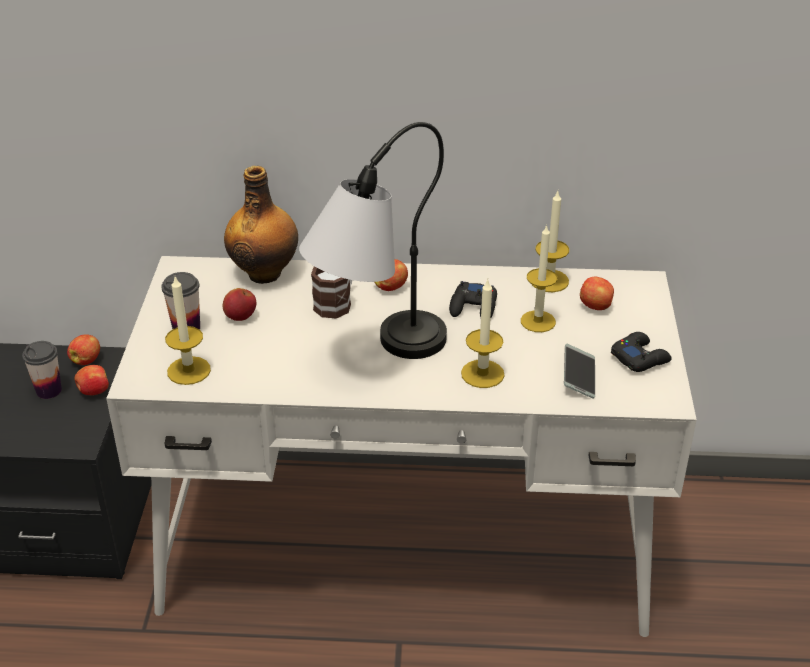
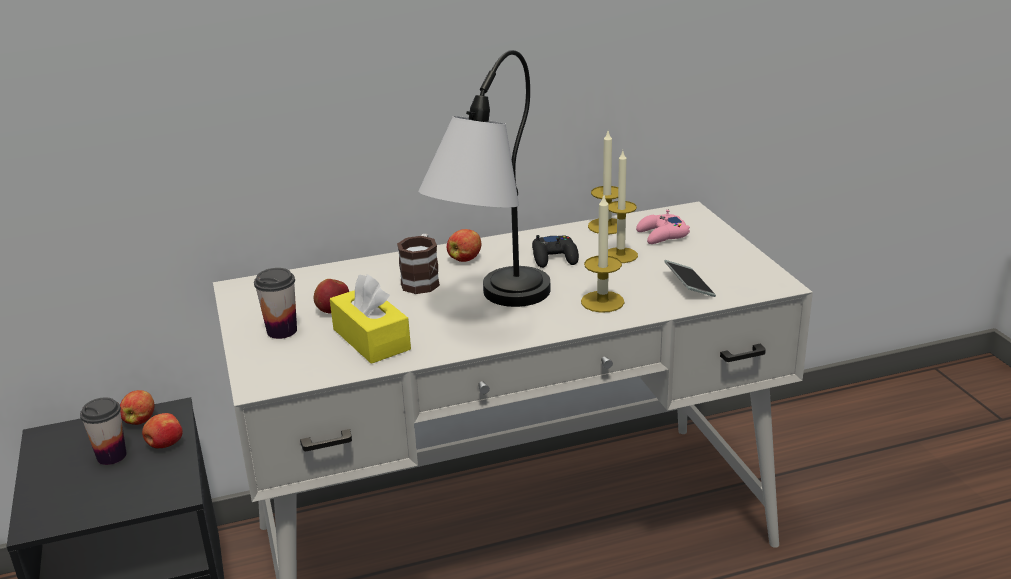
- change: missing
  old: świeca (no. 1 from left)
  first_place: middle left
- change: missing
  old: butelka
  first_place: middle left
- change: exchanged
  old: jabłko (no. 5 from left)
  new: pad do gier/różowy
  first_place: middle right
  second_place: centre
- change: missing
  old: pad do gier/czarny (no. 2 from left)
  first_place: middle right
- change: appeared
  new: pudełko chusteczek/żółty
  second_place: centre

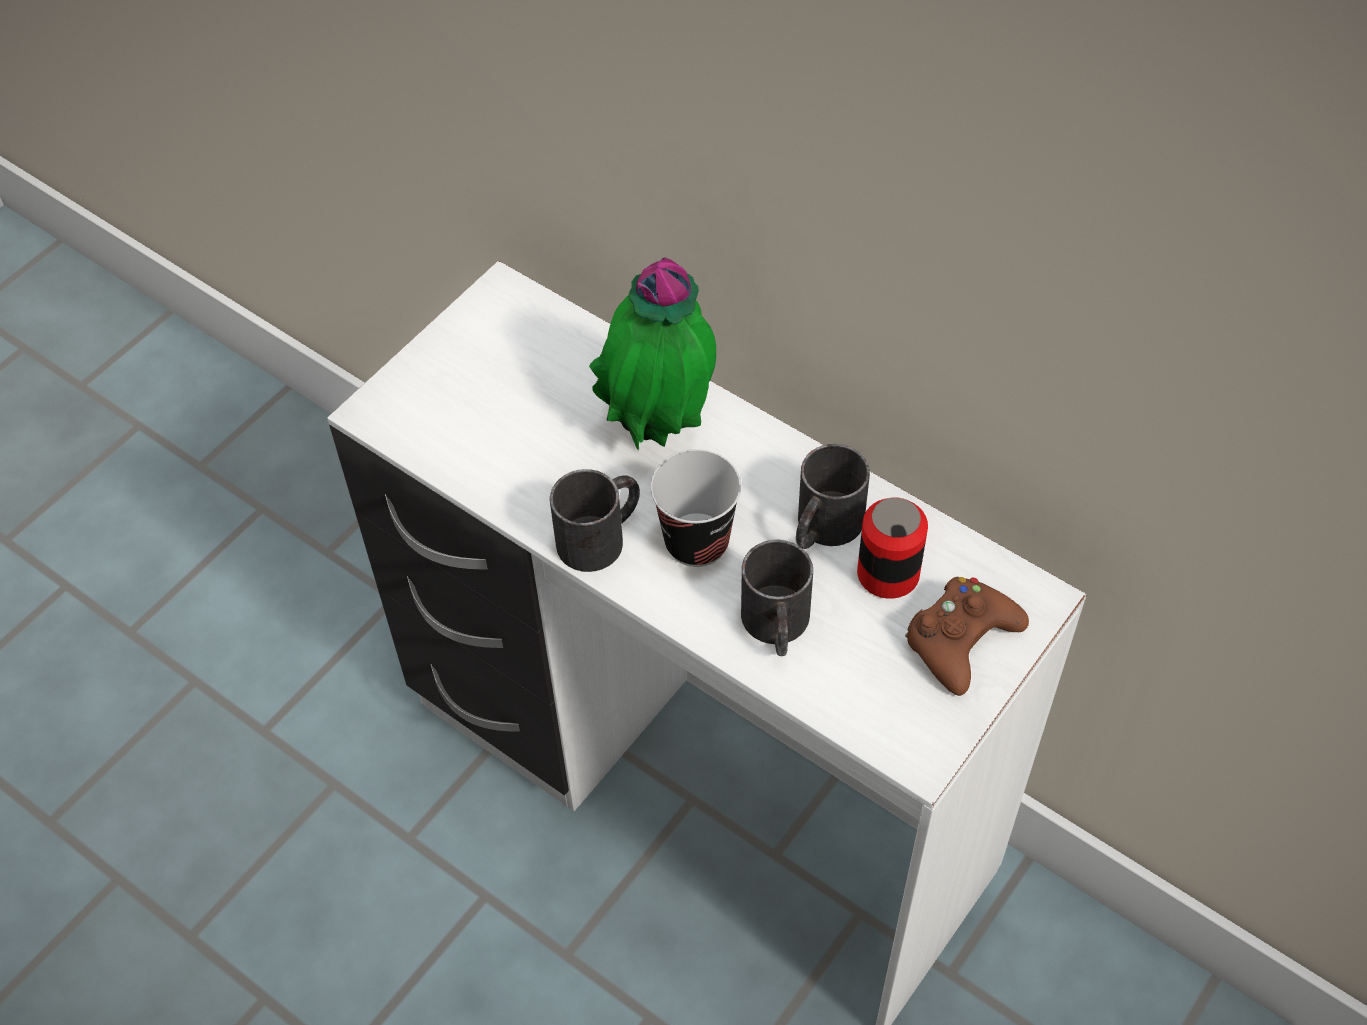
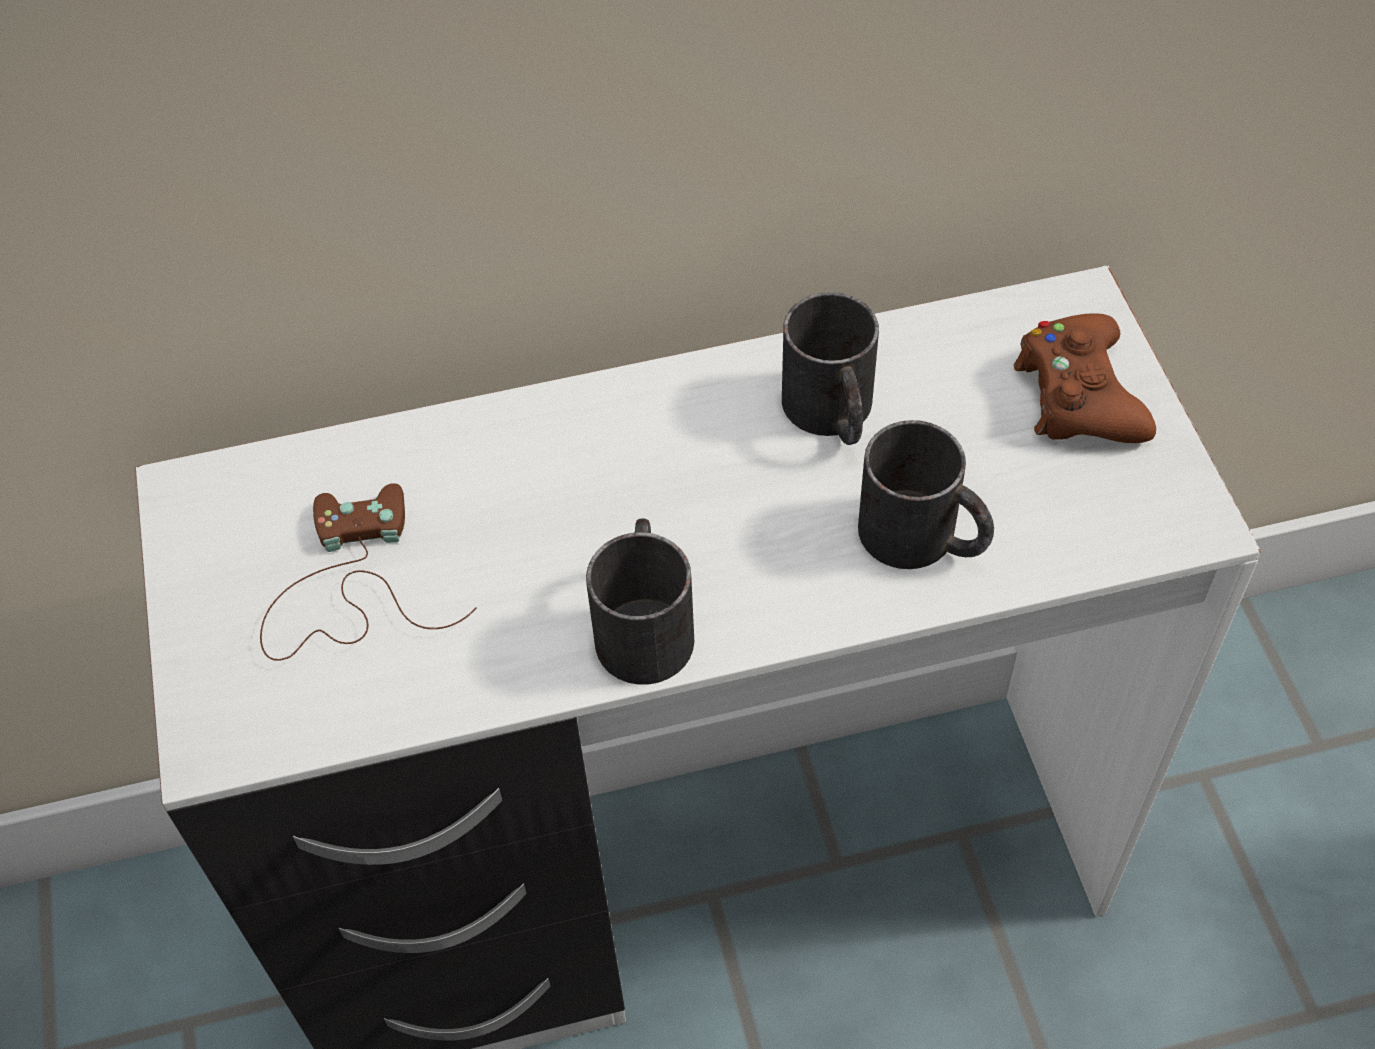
- change: missing
  old: roślina doniczkowa
  first_place: centre
- change: missing
  old: filiżanka
  first_place: centre
- change: missing
  old: puszka
  first_place: centre
- change: appeared
  new: pad do gier/brązowy (no. 1 from left)
  second_place: middle left

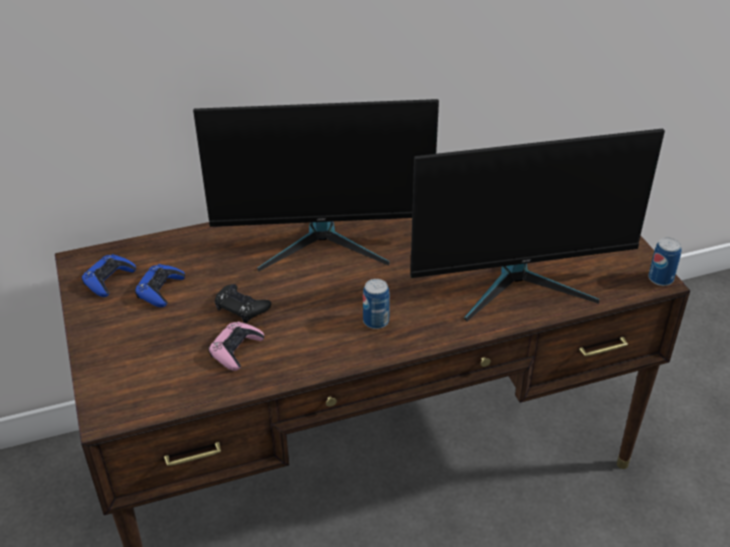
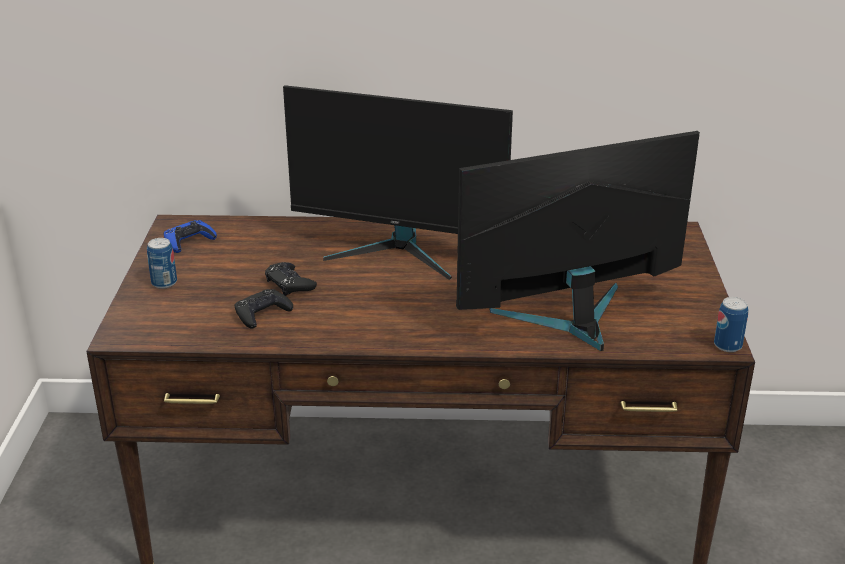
- change: missing
  old: pad do gier/niebieski (no. 2 from left)
  first_place: middle left
- change: colour
  old: pad do gier/różowy
  new: pad do gier/czarny (no. 1 from left)
  first_place: middle left
  second_place: middle left
- change: relocated
  old: puszka (no. 1 from left)
  first_place: centre
  second_place: middle left
- change: spun
  old: monitor (no. 2 from left)
  first_place: middle right
  second_place: middle right
  degrees: 150

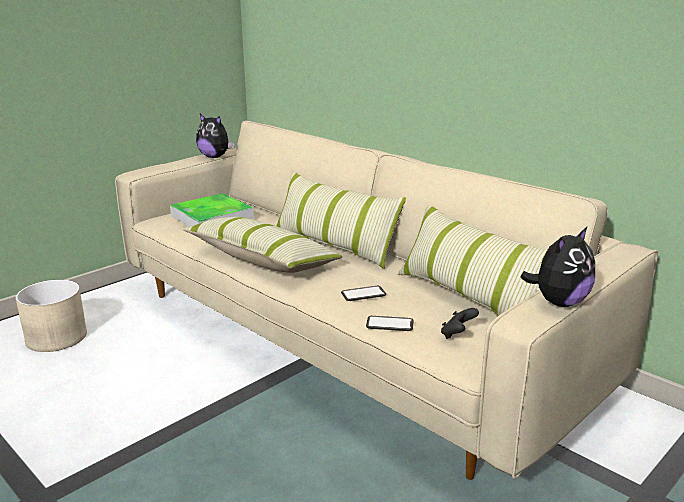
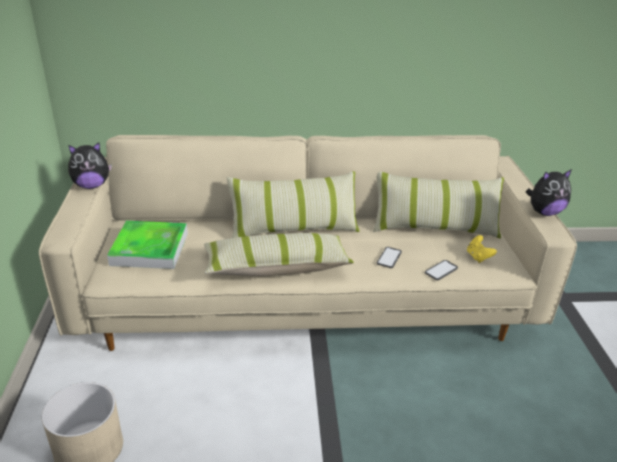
- change: colour
  old: pad do gier/czarny
  new: pad do gier/żółty
  first_place: middle right
  second_place: middle right
- change: spun
  old: pluszak (no. 2 from left)
  first_place: middle right
  second_place: middle right
  degrees: 75

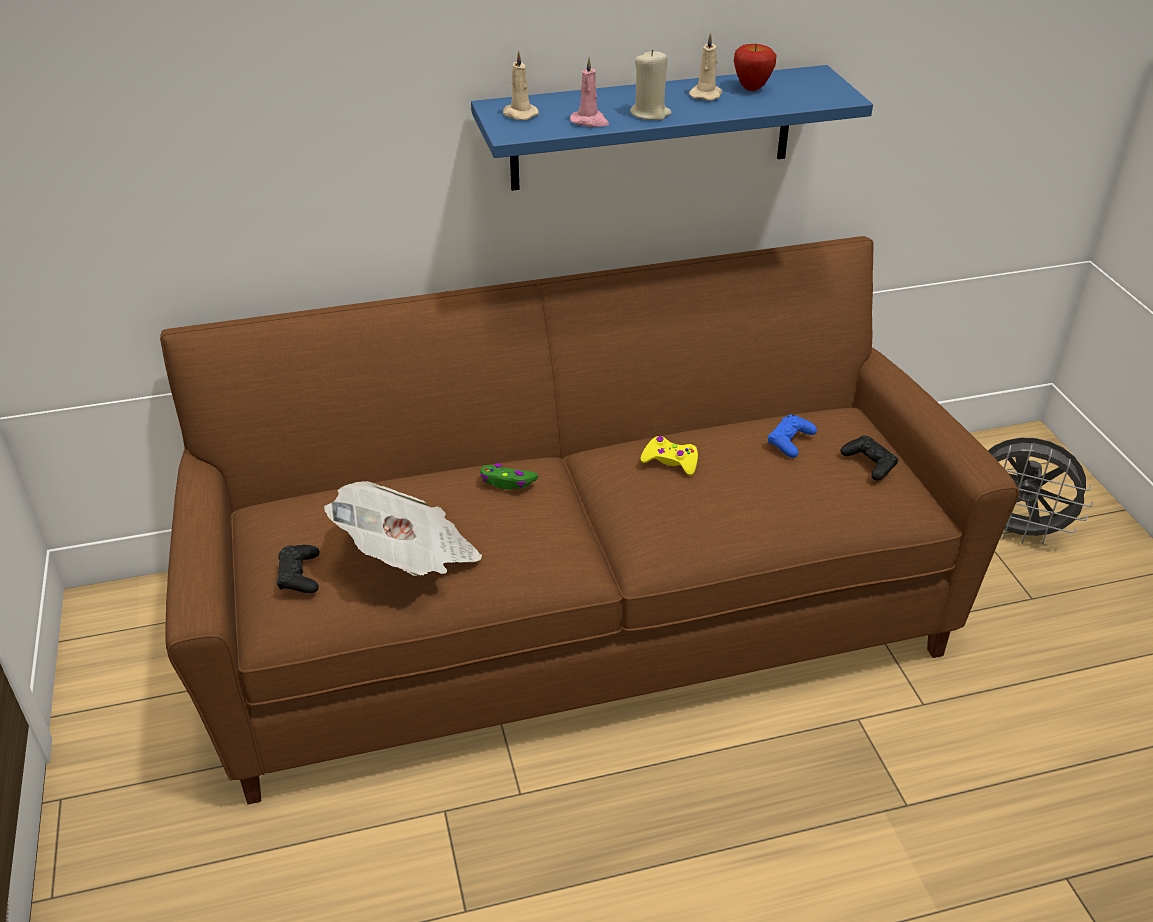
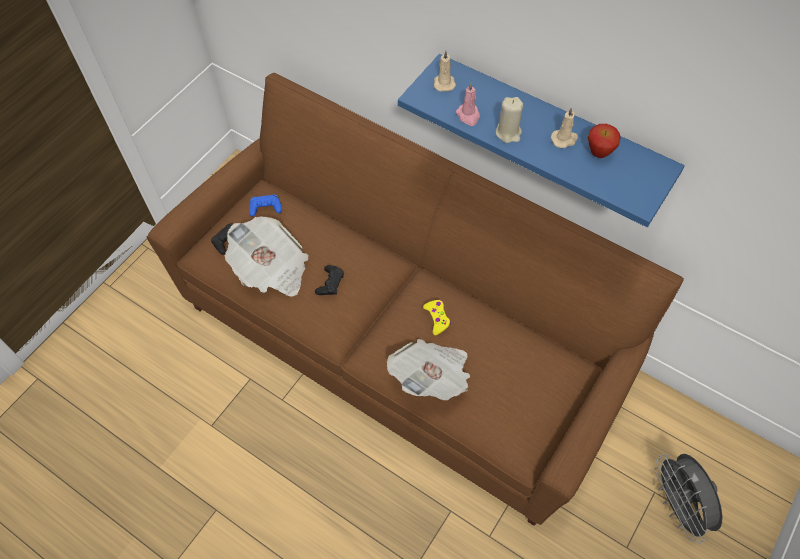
- change: missing
  old: pad do gier/zielony
  first_place: centre
- change: relocated
  old: pad do gier/niebieski
  first_place: middle right
  second_place: middle left
- change: relocated
  old: pad do gier/czarny (no. 2 from left)
  first_place: middle right
  second_place: centre
- change: appeared
  new: gazeta (no. 2 from left)
  second_place: centre

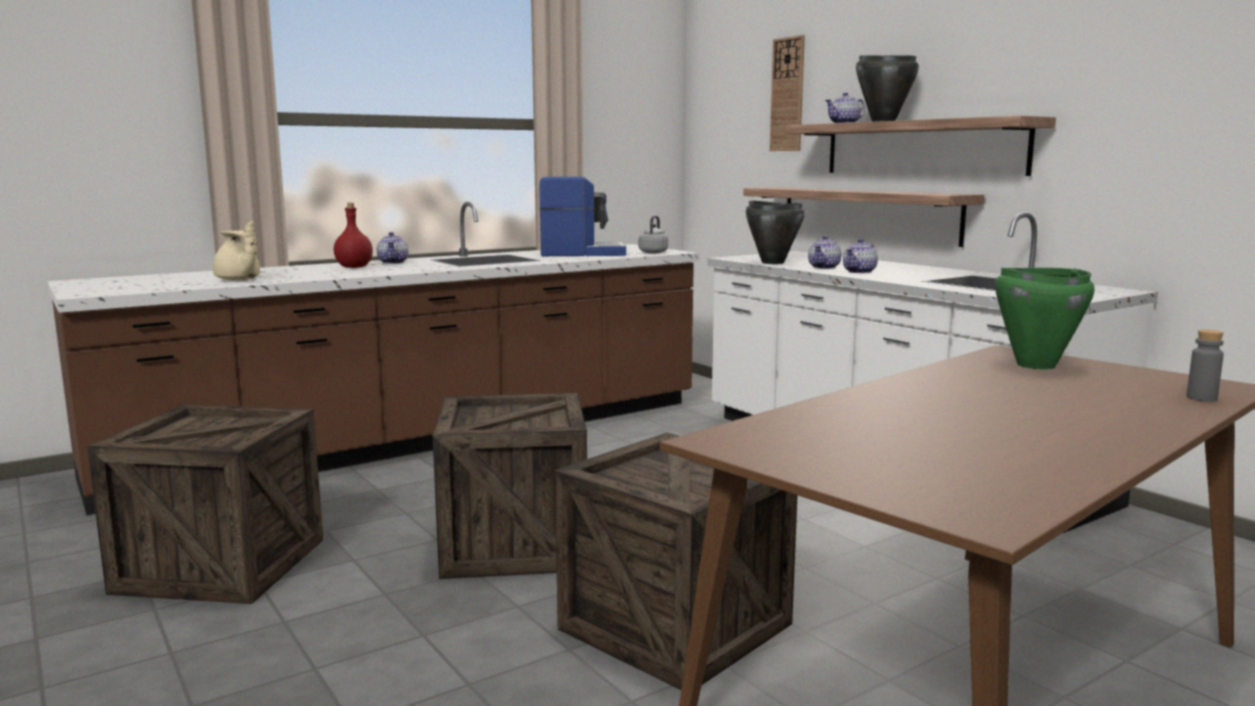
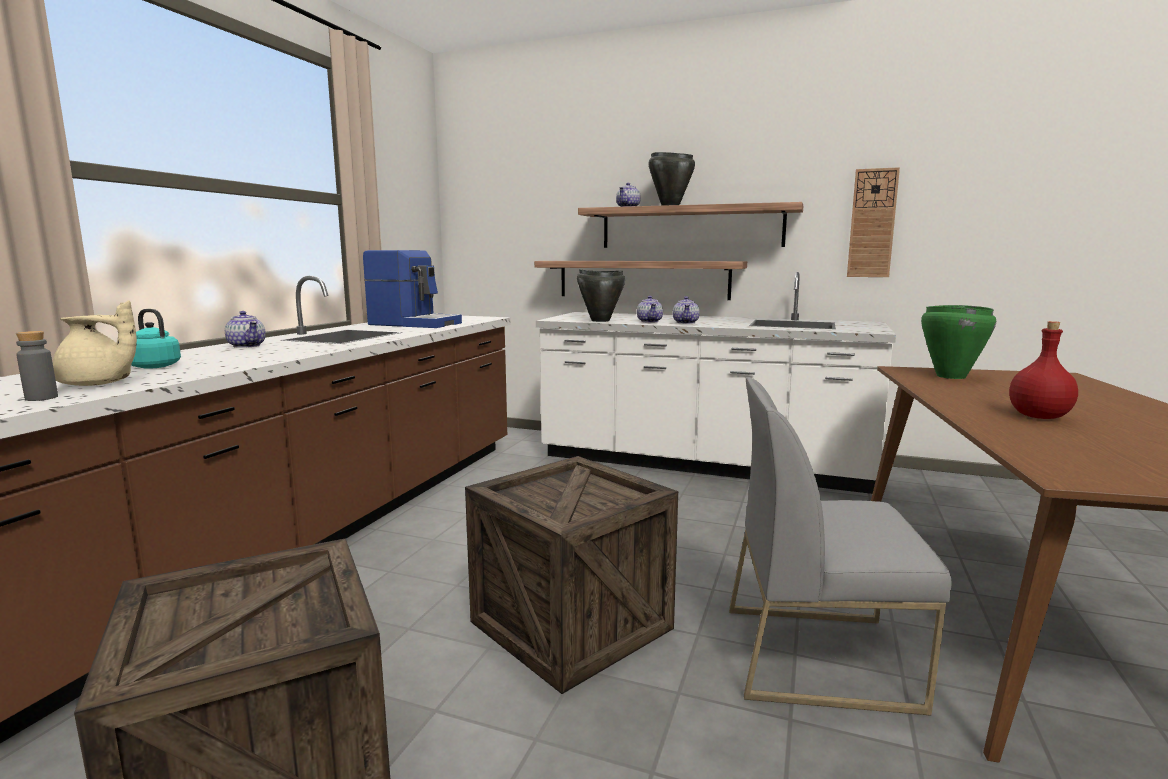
- change: relocated
  old: butelka/czerwony
  first_place: top left
  second_place: middle right
- change: spun
  old: ekspres do kawy
  first_place: top centre
  second_place: centre
  degrees: 60
- change: exchanged
  old: skrzynka (no. 3 from left)
  new: krzesło/szary
  first_place: bottom centre
  second_place: bottom right
- change: missing
  old: czajnik/szary
  first_place: top centre
- change: relocated
  old: zegar ścienny
  first_place: top centre
  second_place: top right
- change: relocated
  old: butelka/szary
  first_place: middle right
  second_place: middle left
- change: appeared
  new: czajnik/turkusowy
  second_place: middle left

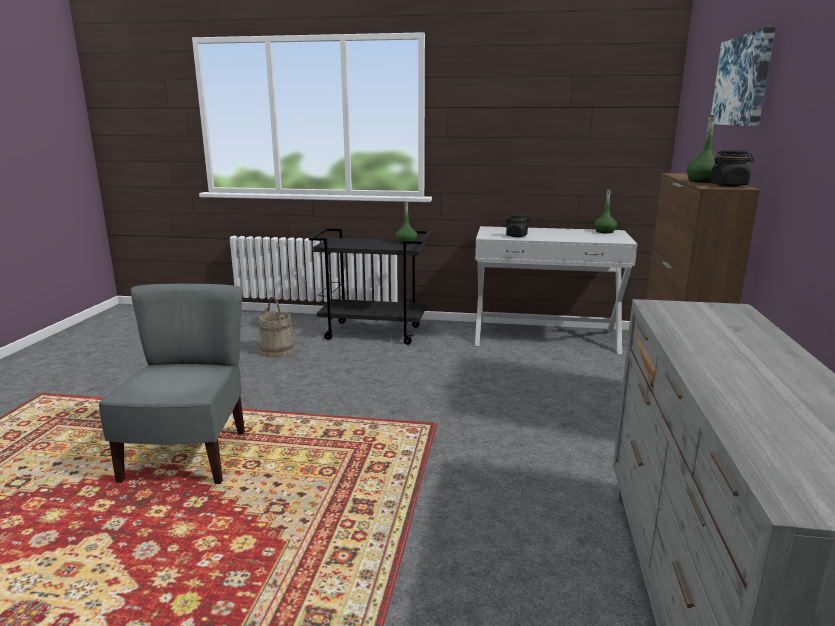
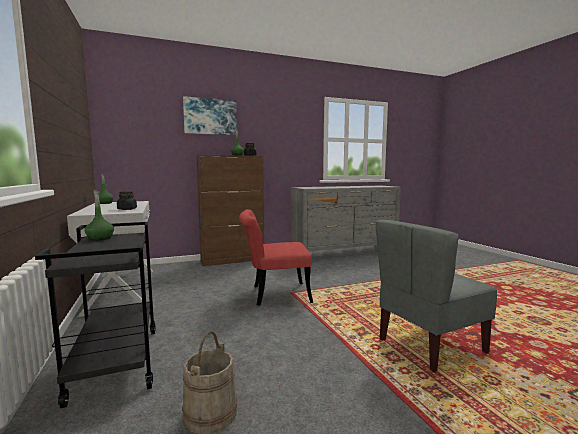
- change: appeared
  new: krzesło/czerwony
  second_place: centre

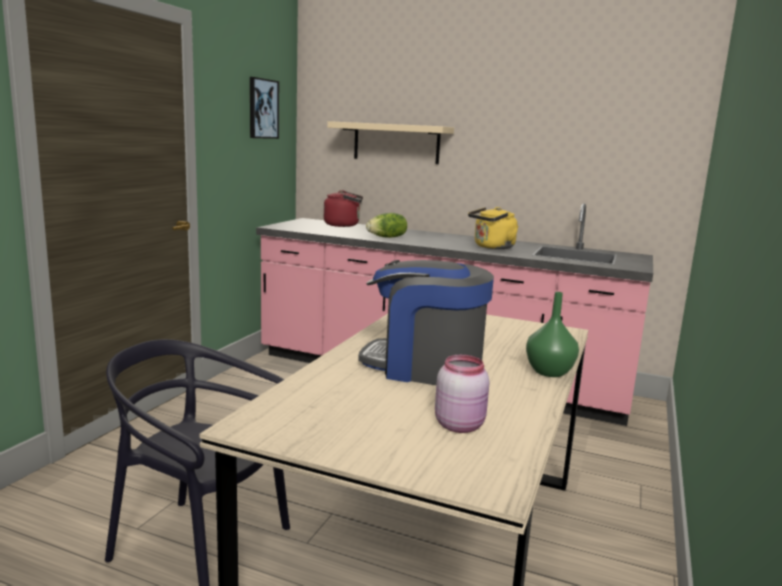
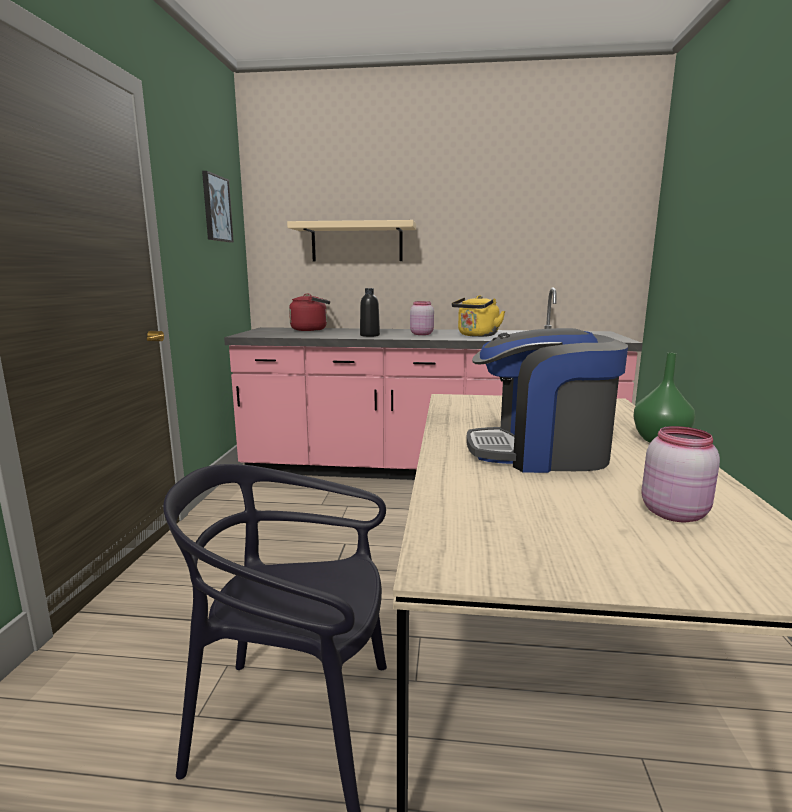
- change: exchanged
  old: sałata
  new: butelka/czarny
  first_place: centre
  second_place: centre
- change: appeared
  new: słoik/różowy (no. 1 from left)
  second_place: centre

